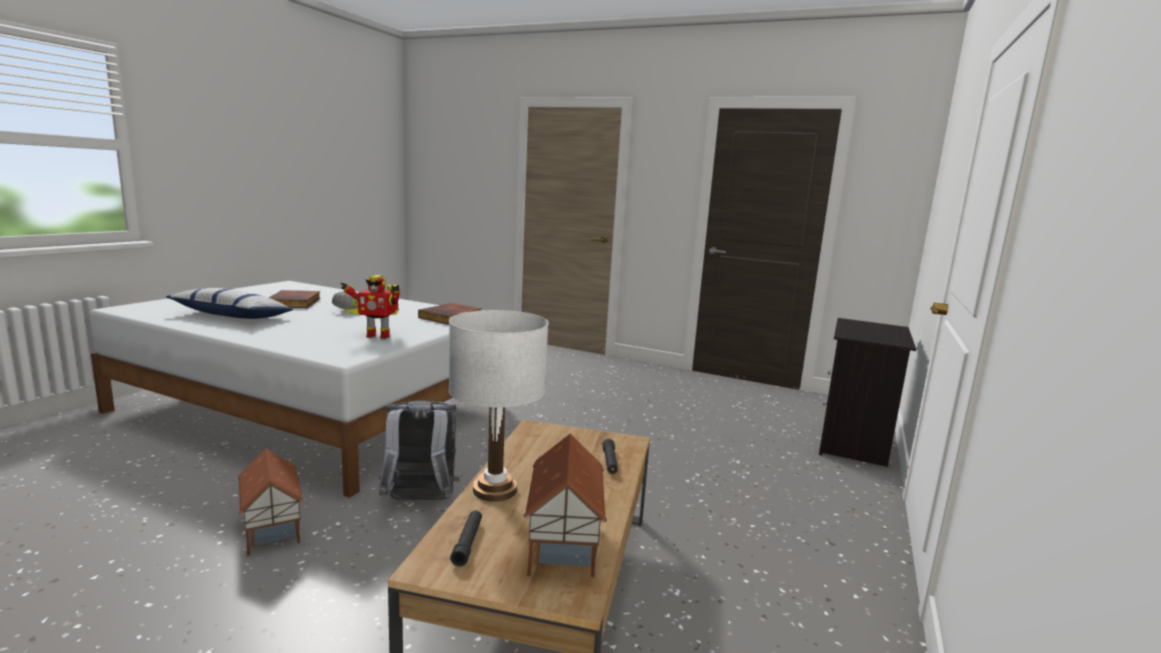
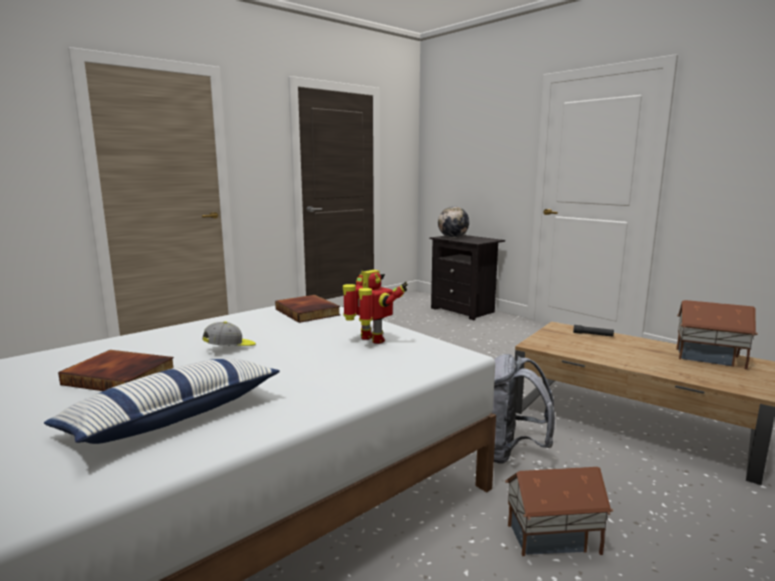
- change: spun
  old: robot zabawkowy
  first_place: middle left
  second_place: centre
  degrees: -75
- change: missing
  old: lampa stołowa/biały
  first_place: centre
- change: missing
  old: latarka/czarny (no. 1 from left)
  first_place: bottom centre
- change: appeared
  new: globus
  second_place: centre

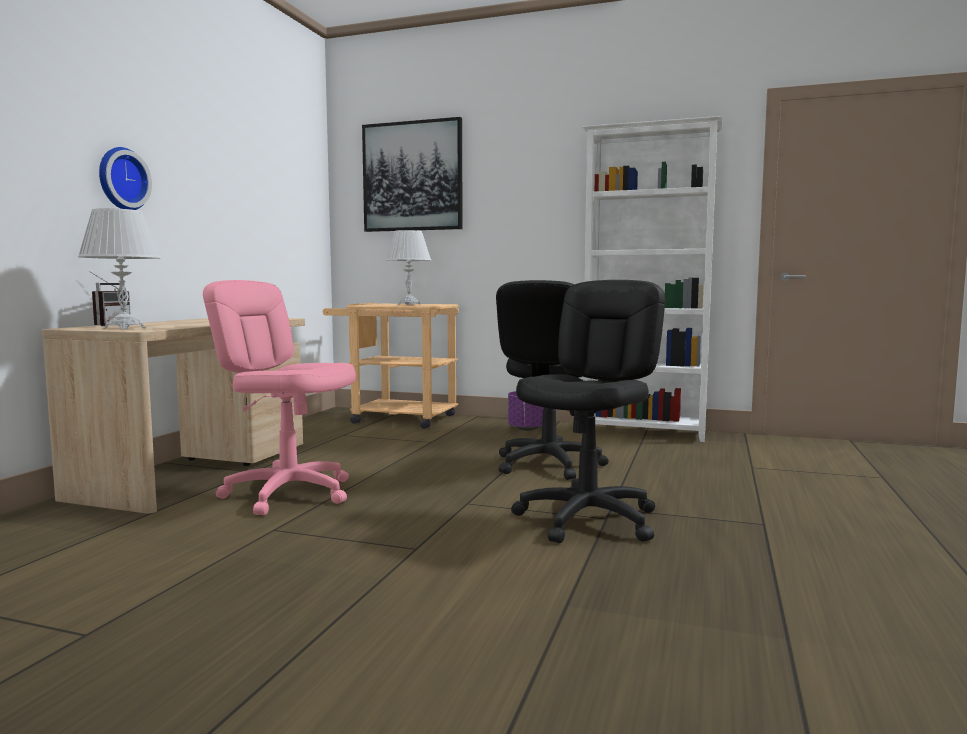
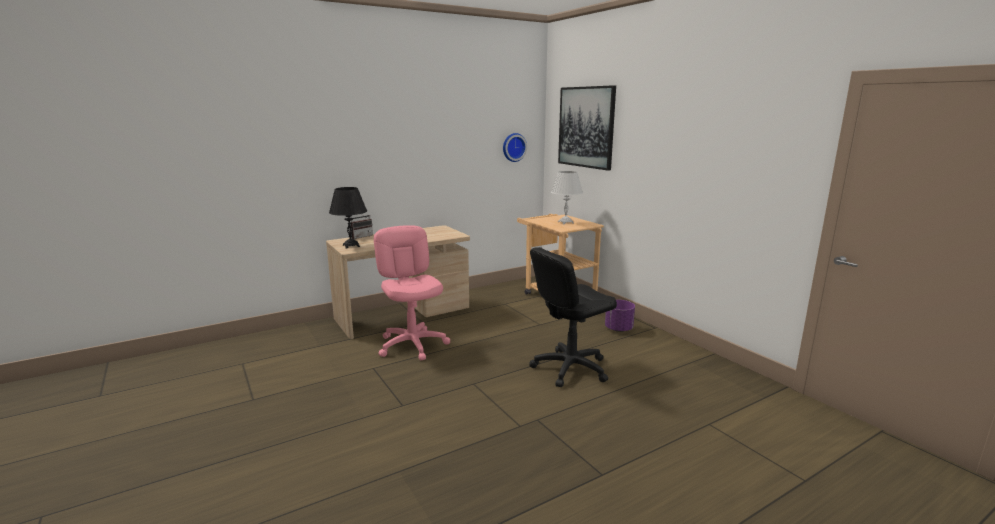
- change: colour
  old: lampa stołowa/biały (no. 1 from left)
  new: lampa stołowa/czarny
  first_place: middle left
  second_place: centre
- change: relocated
  old: zegar ścienny
  first_place: top left
  second_place: top centre
- change: missing
  old: krzesło biurowe/czarny (no. 2 from left)
  first_place: centre
- change: missing
  old: regał/biały
  first_place: middle right

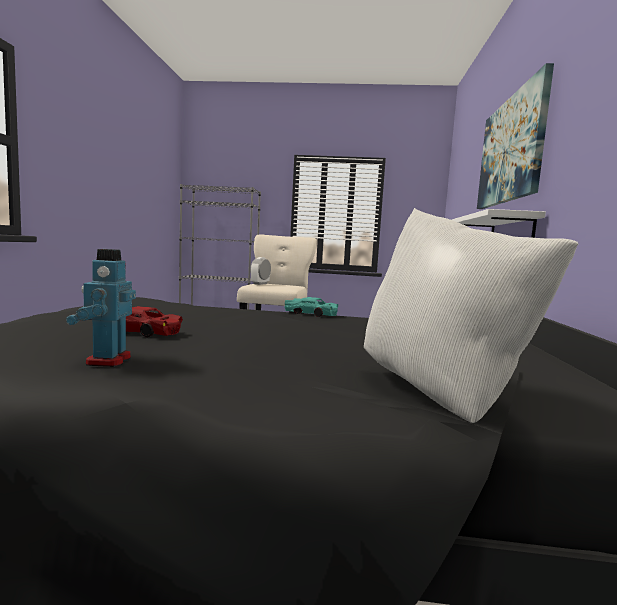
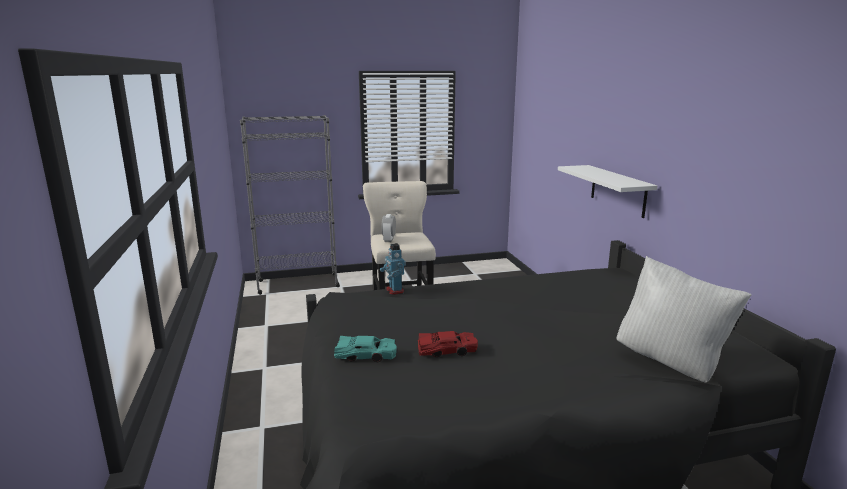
- change: relocated
  old: robot zabawkowy
  first_place: middle left
  second_place: centre
- change: relocated
  old: samochodzik/turkusowy
  first_place: centre
  second_place: bottom centre
- change: missing
  old: obraz
  first_place: top right

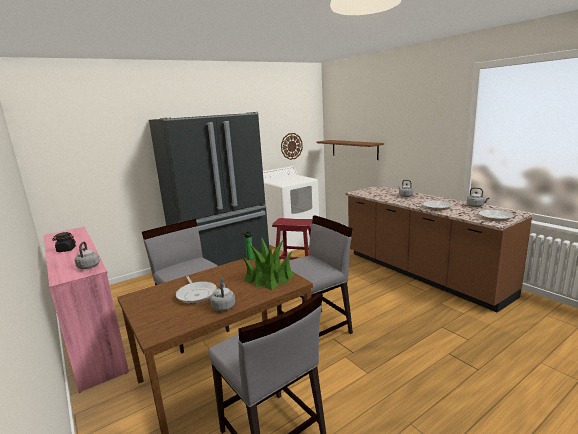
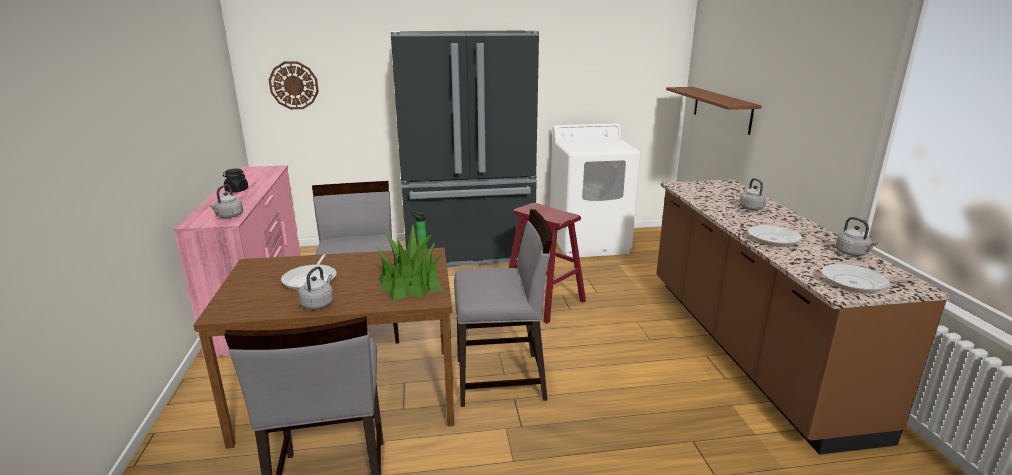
- change: relocated
  old: zegar ścienny
  first_place: centre
  second_place: top left

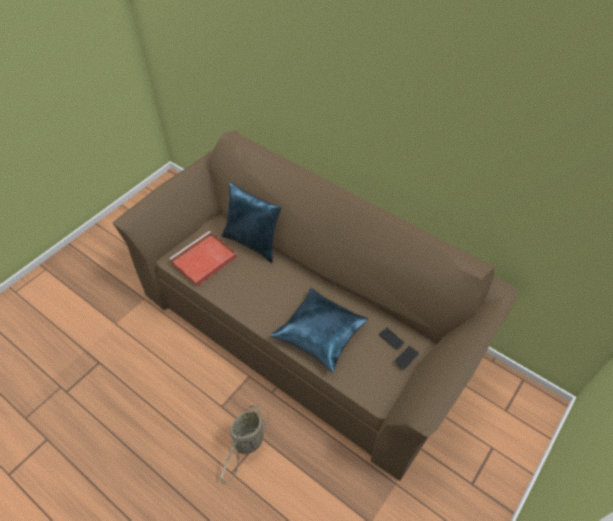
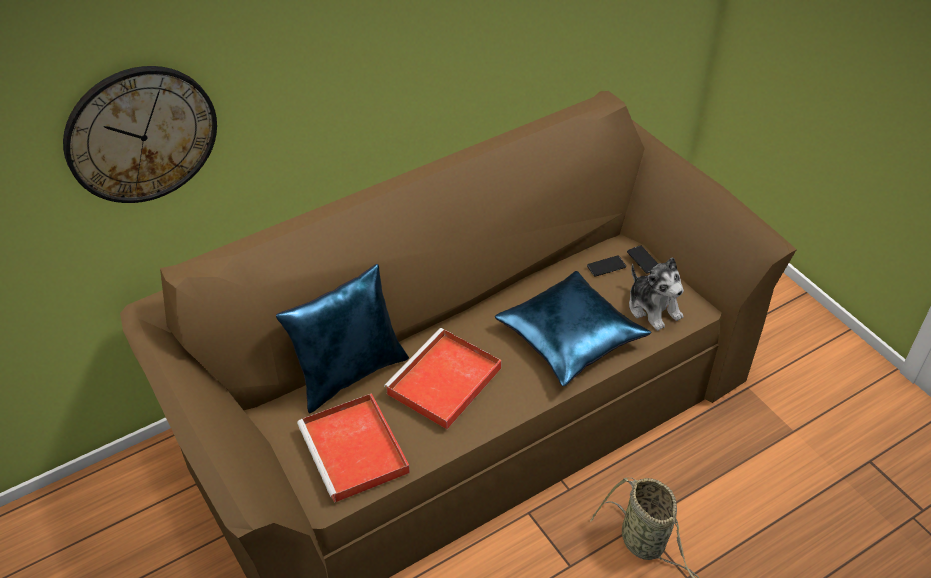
- change: appeared
  new: zegar ścienny
  second_place: top left
- change: appeared
  new: taca/czerwony (no. 2 from left)
  second_place: centre
- change: appeared
  new: pluszak
  second_place: middle right

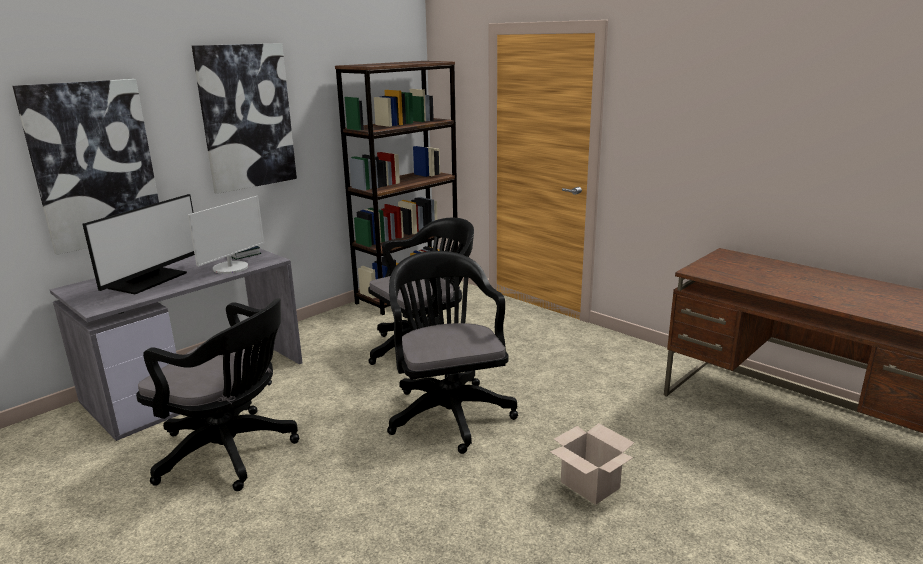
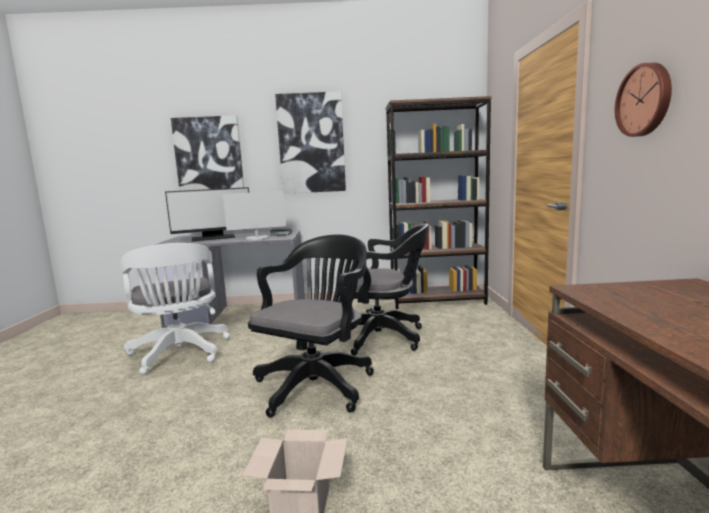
- change: colour
  old: krzesło biurowe/czarny (no. 1 from left)
  new: krzesło biurowe/biały
  first_place: bottom left
  second_place: middle left
- change: appeared
  new: zegar ścienny
  second_place: top right

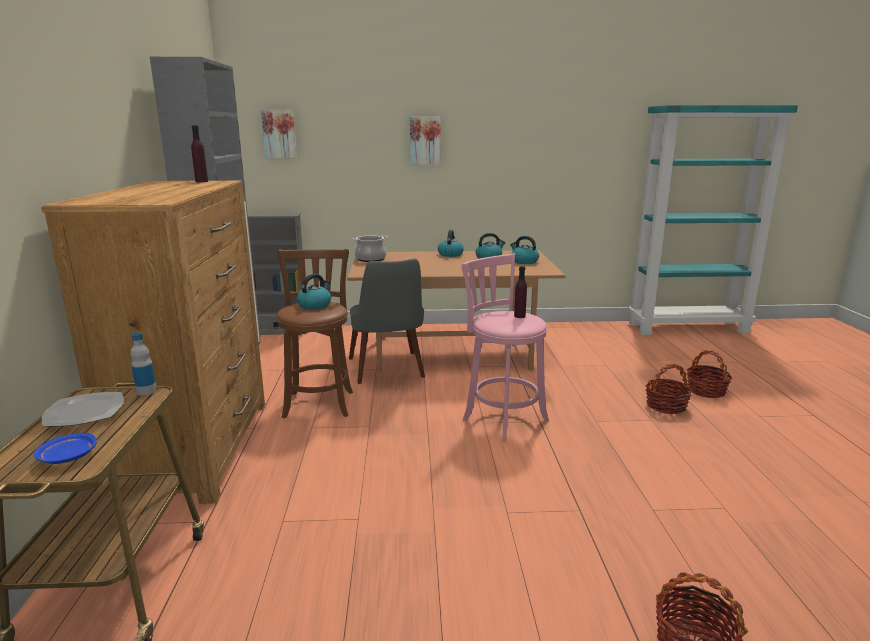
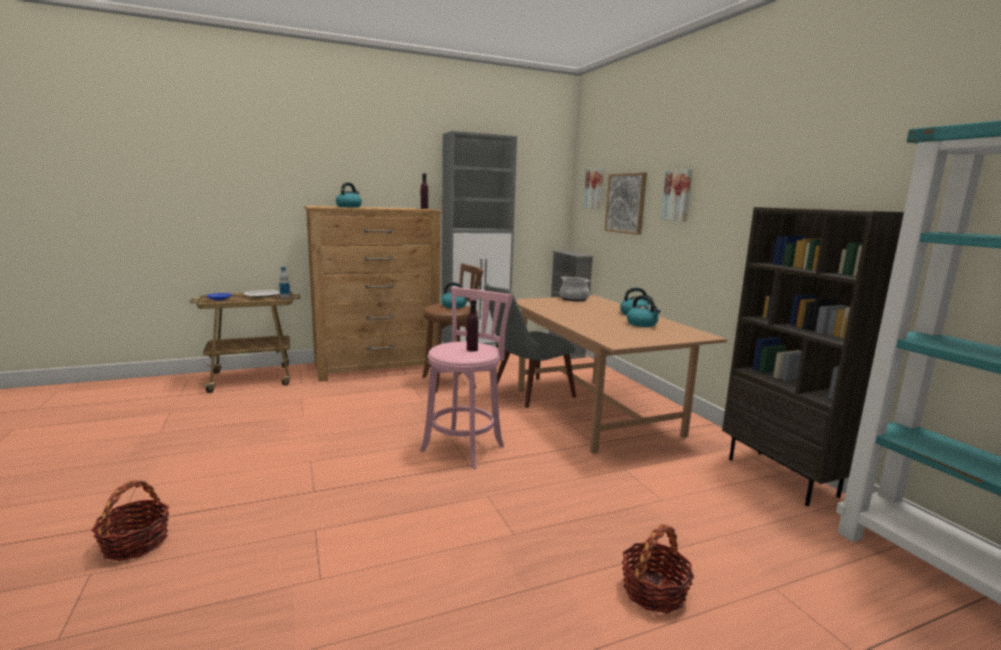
- change: relocated
  old: czajnik (no. 4 from left in the first image)
  new: czajnik (no. 1 from left)
  first_place: centre
  second_place: top centre
- change: missing
  old: koszyk (no. 1 from left)
  first_place: middle right
- change: appeared
  new: obraz (no. 2 from left)
  second_place: top centre
- change: appeared
  new: regał/brązowy
  second_place: middle right

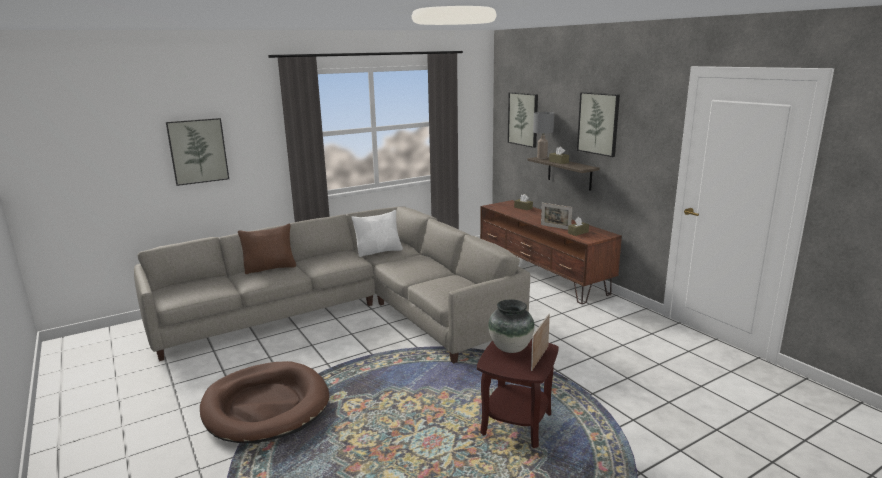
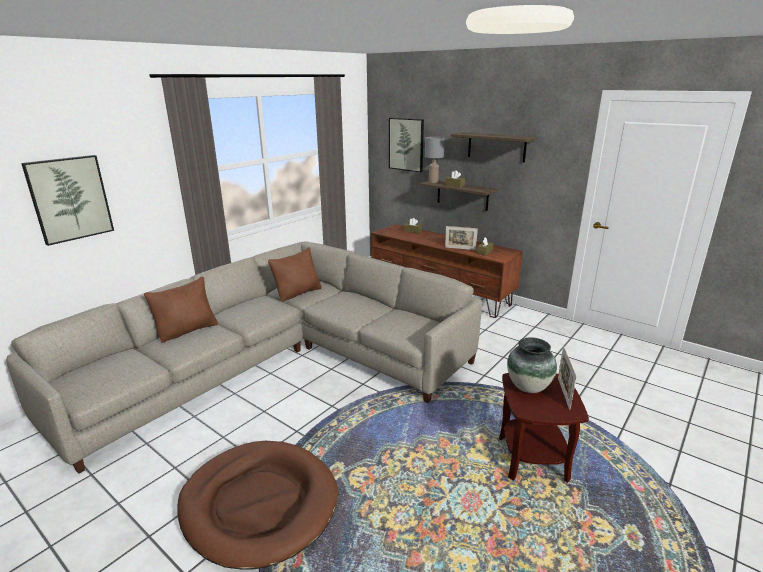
- change: colour
  old: poduszka/biały
  new: poduszka/brązowy (no. 2 from left)
  first_place: centre
  second_place: centre
- change: exchanged
  old: obraz (no. 3 from left)
  new: półka (no. 2 from left)
  first_place: top right
  second_place: top centre

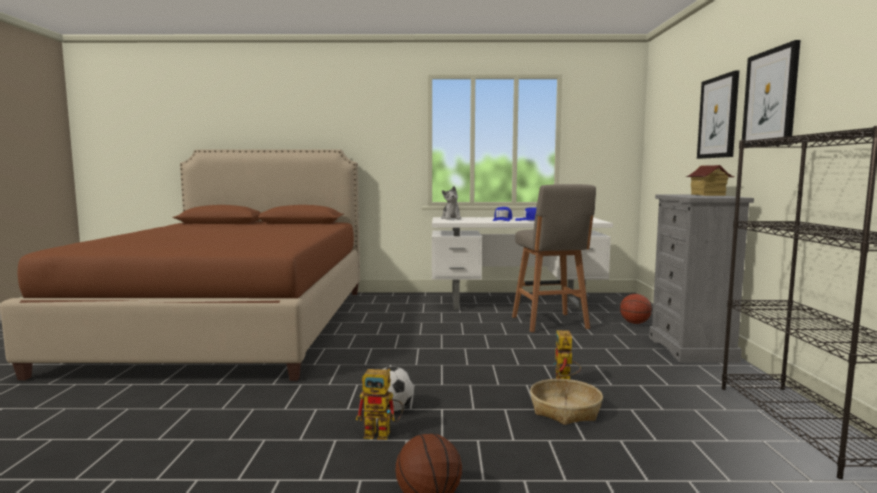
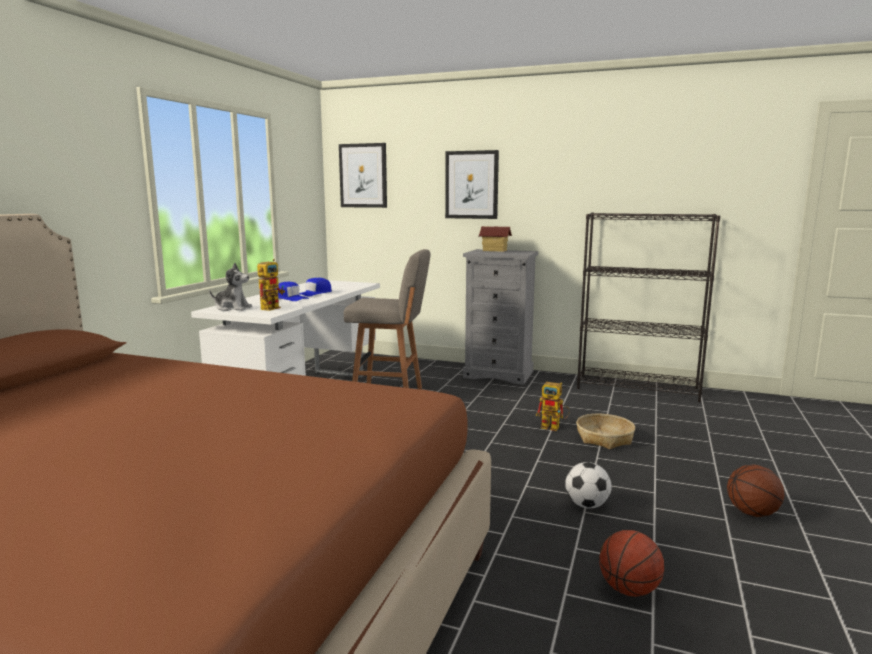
- change: relocated
  old: robot zabawkowy (no. 1 from left)
  first_place: bottom centre
  second_place: middle left
- change: relocated
  old: piłka do koszykówki (no. 2 from left in the first image)
  new: piłka do koszykówki (no. 1 from left)
  first_place: middle right
  second_place: bottom right
- change: relocated
  old: obraz (no. 2 from left in the first image)
  new: obraz (no. 1 from left)
  first_place: top right
  second_place: top centre

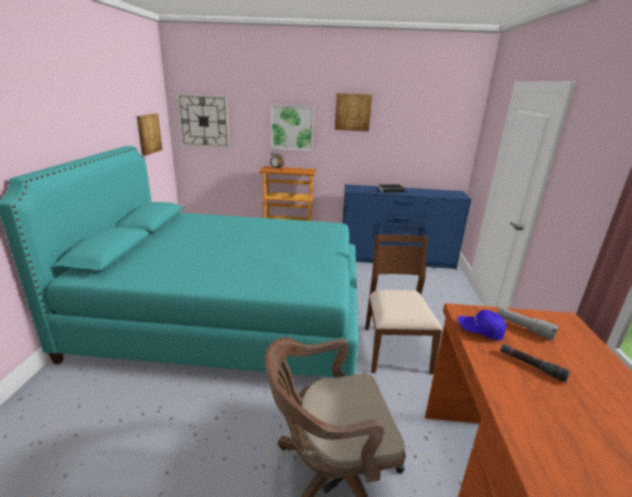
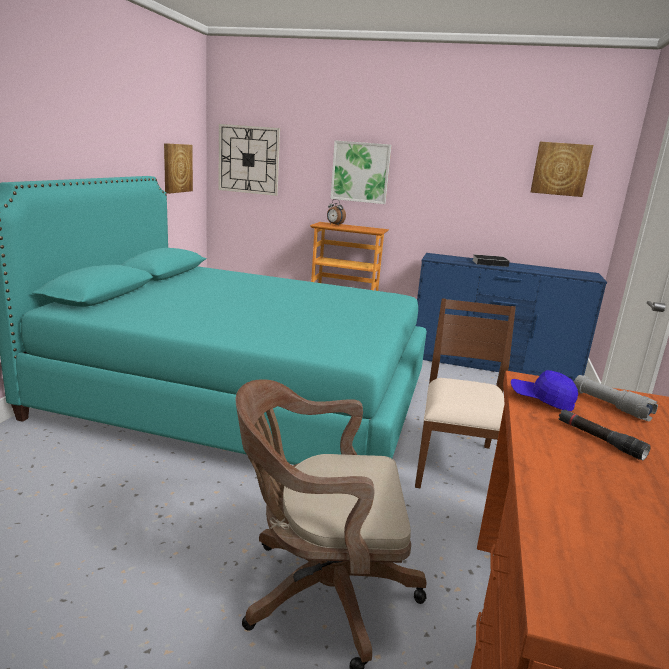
- change: relocated
  old: obraz (no. 3 from left)
  first_place: top centre
  second_place: top right

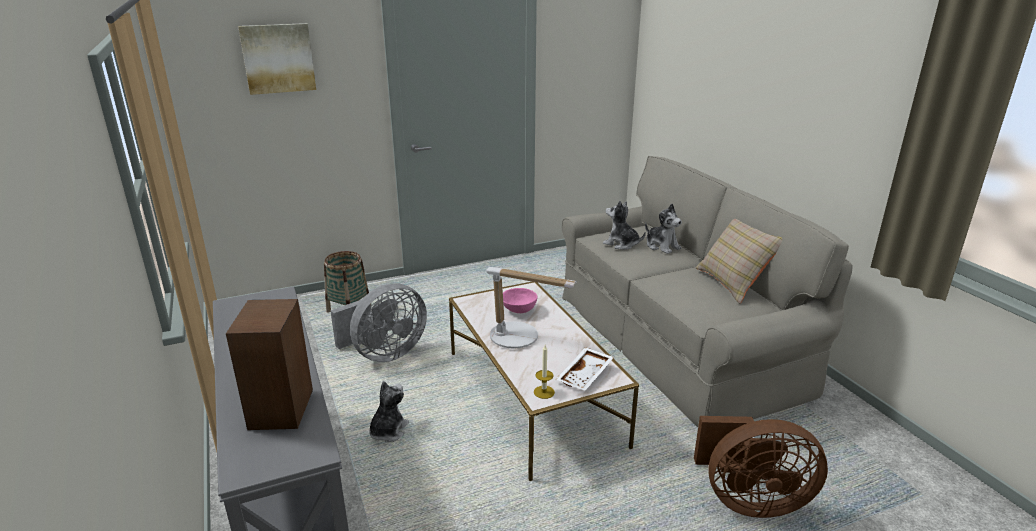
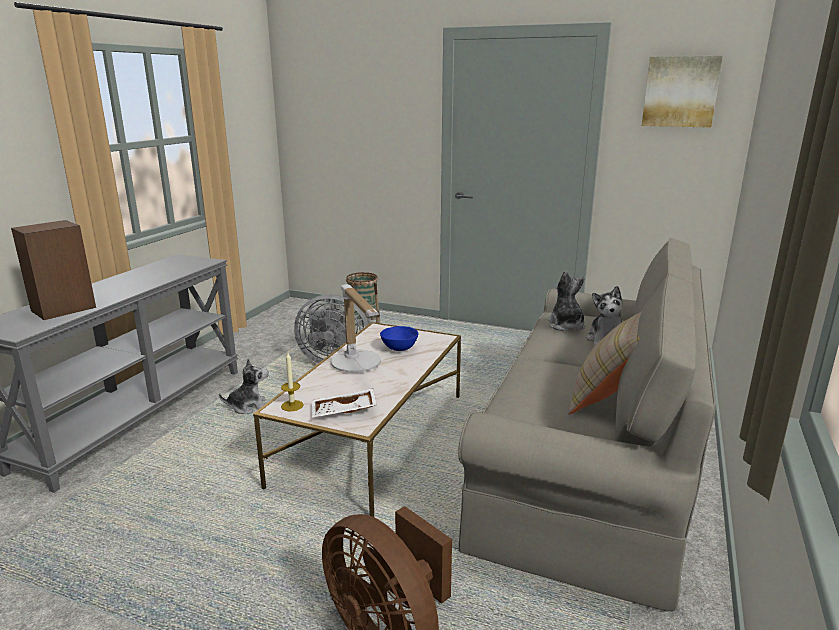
- change: relocated
  old: obraz
  first_place: top left
  second_place: top right
- change: colour
  old: miska/różowy
  new: miska/niebieski
  first_place: centre
  second_place: centre

